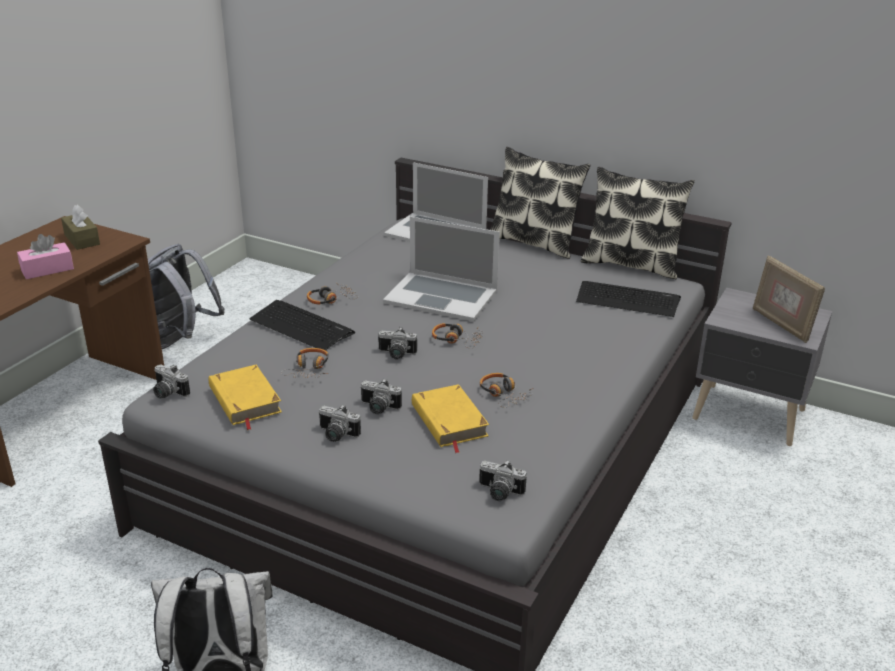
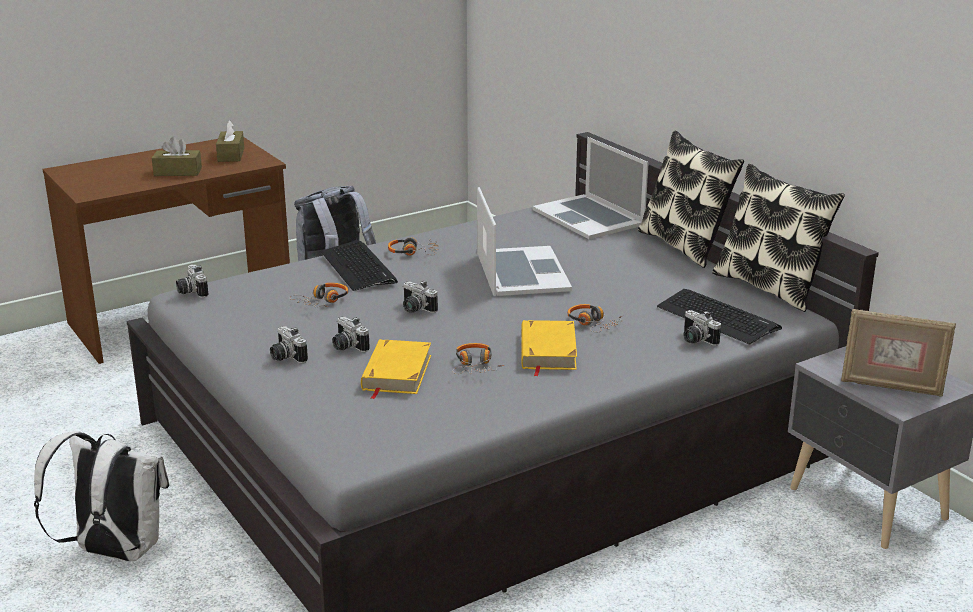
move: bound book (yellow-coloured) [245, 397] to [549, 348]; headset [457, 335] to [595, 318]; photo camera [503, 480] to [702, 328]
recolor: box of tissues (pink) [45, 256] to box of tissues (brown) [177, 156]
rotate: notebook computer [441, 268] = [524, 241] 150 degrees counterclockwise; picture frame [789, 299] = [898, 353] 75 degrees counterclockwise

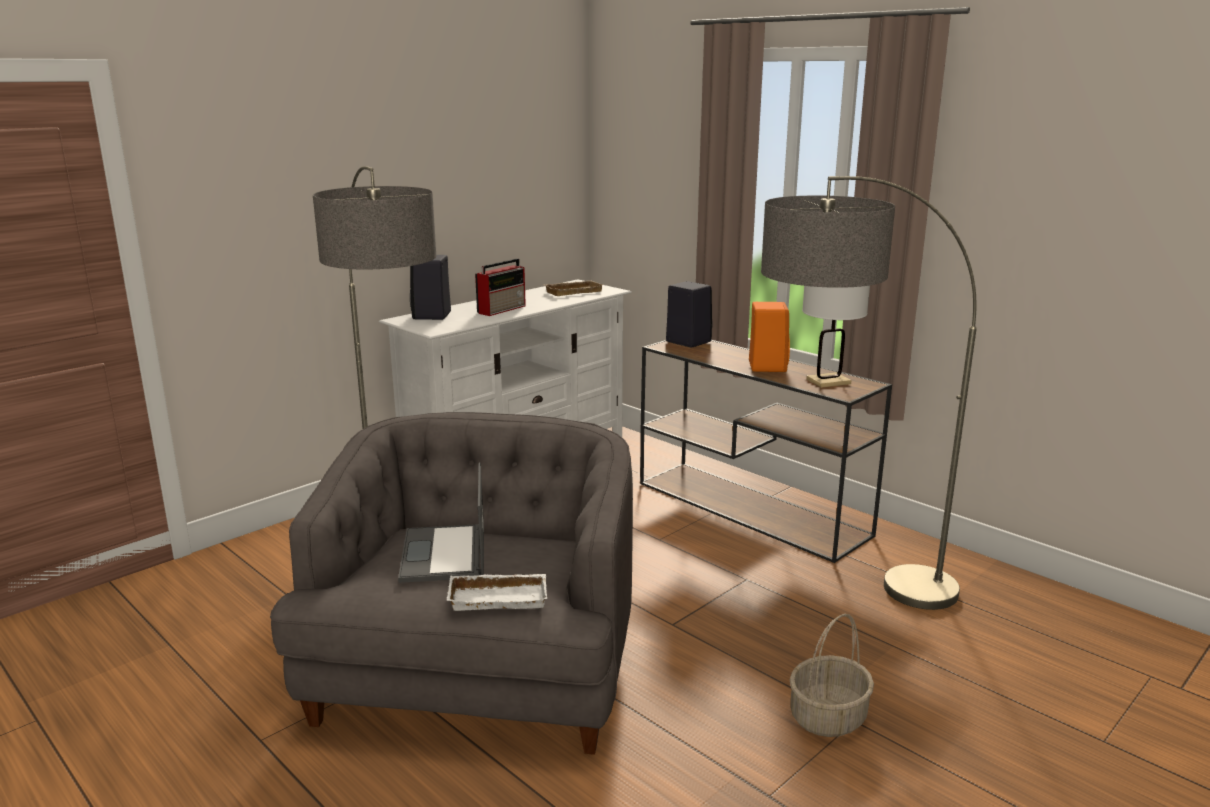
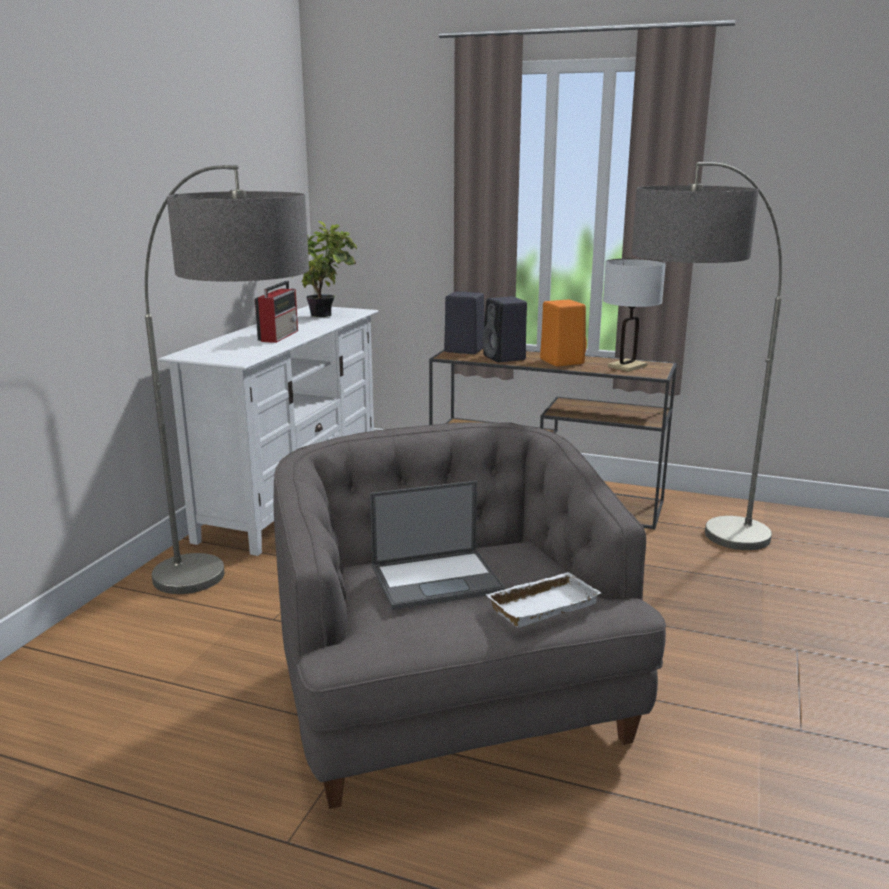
delete: storage basket [832, 675]
move: audio speaker (black) [430, 287] to [505, 329]
replace: carrying tray (sand-coloured) [573, 288] to potted plant [324, 269]
rotate: notebook computer [441, 523] = [437, 545] 75 degrees counterclockwise

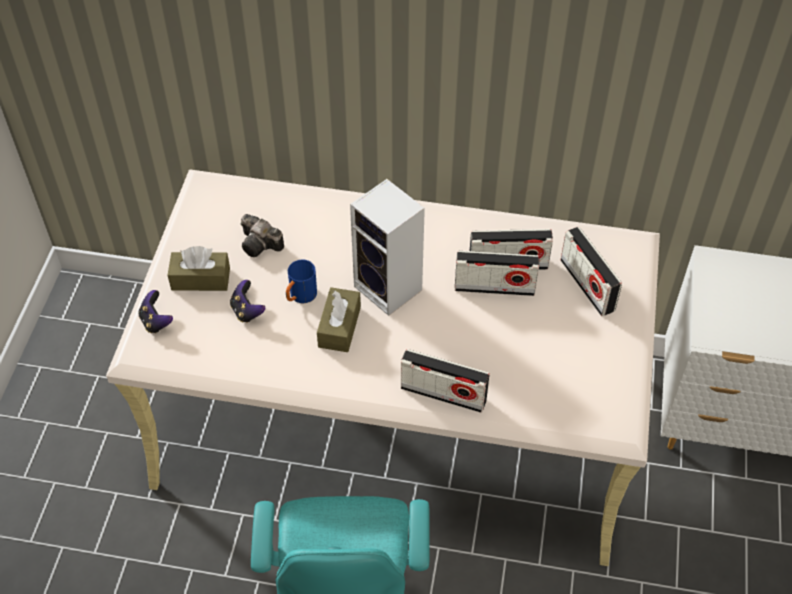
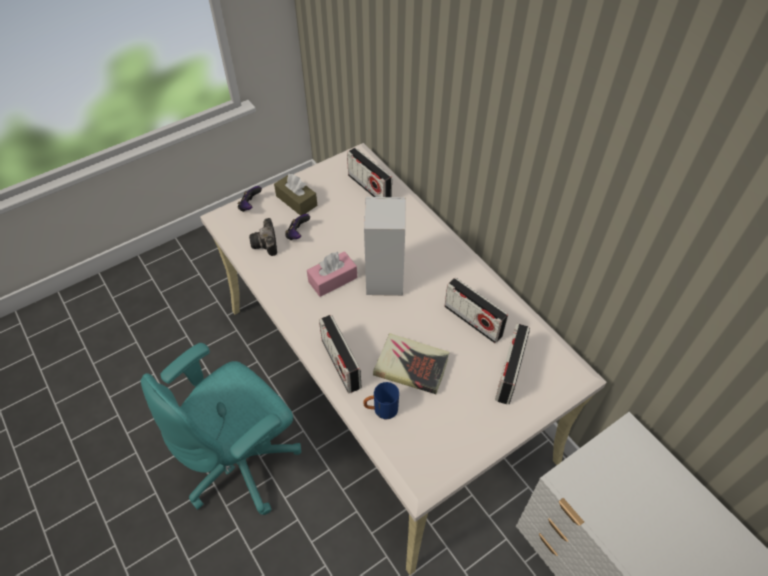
insert: bound book [411, 363]
move: photo camera [262, 235] to [263, 237]; mug (bluish) [301, 281] to [381, 400]; radio [497, 273] to [369, 172]
recolor: box of tissues (brown) [339, 319] to box of tissues (pink) [332, 274]

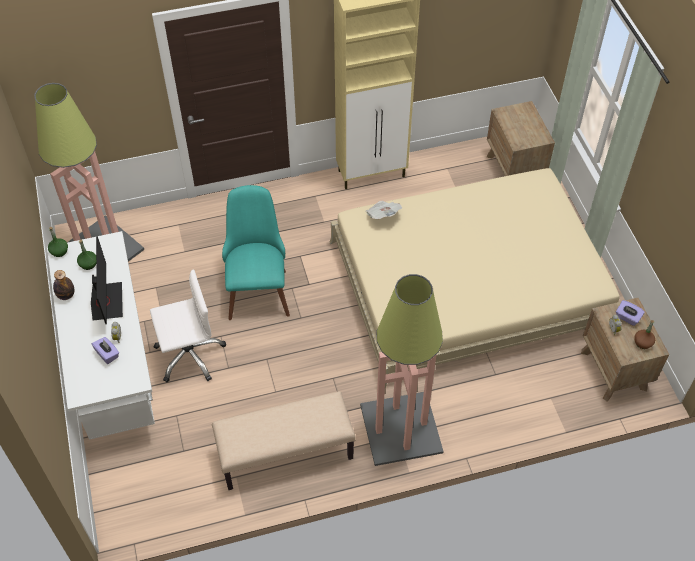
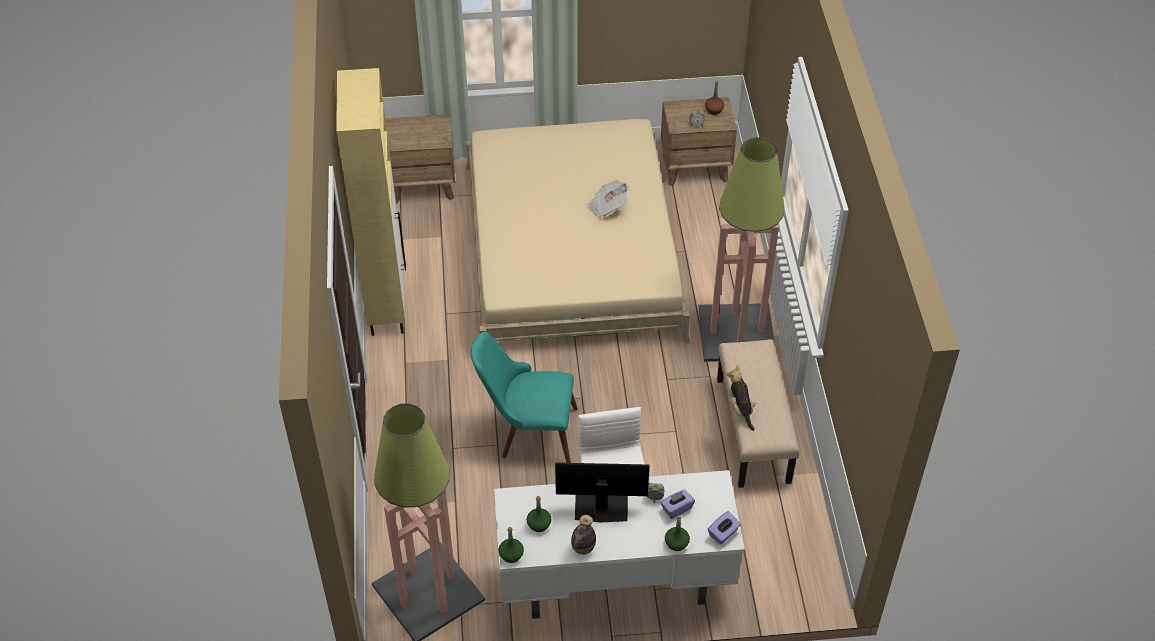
insert: drink bottle (green) [677, 533]; plush toy [741, 398]
move: newspaper [384, 210] to [607, 199]; box of tissues (purple-coloured) [630, 313] to [724, 528]

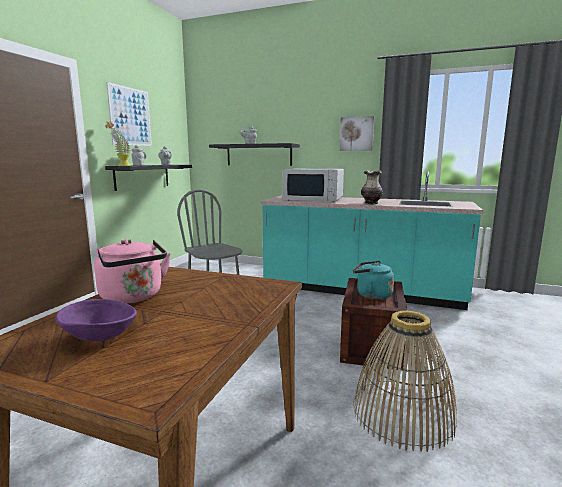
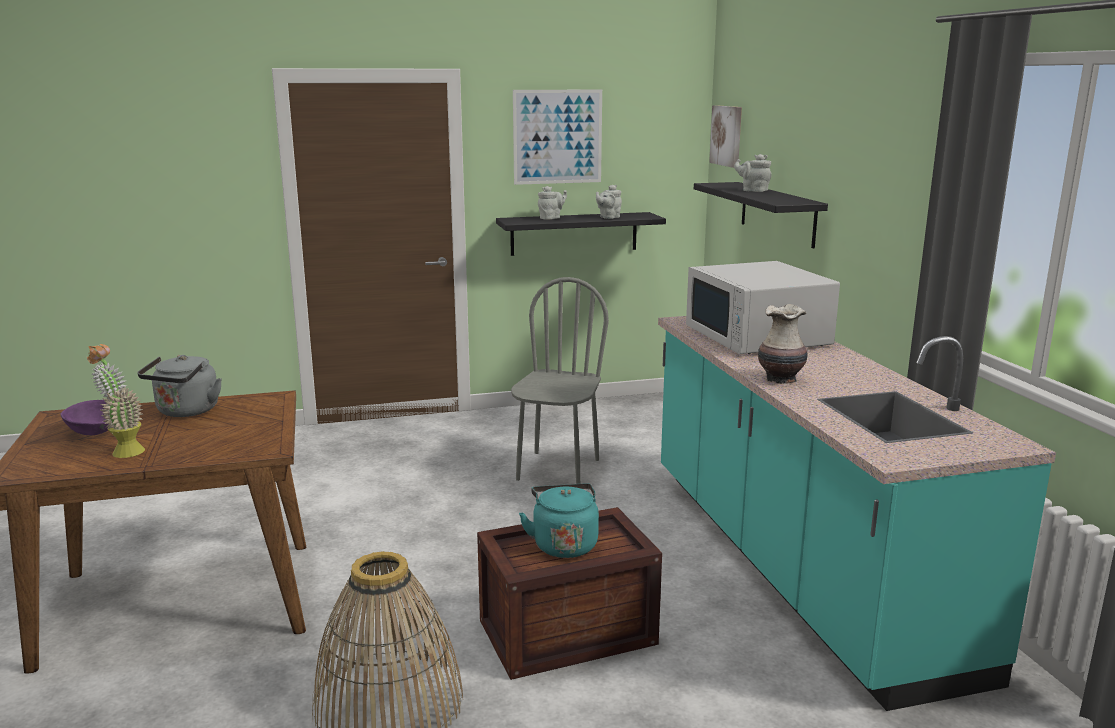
move: potted plant [118, 143] to [116, 401]; wall art [357, 133] to [725, 136]
recolor: kettle (pink) [132, 271] to kettle (gray) [179, 386]

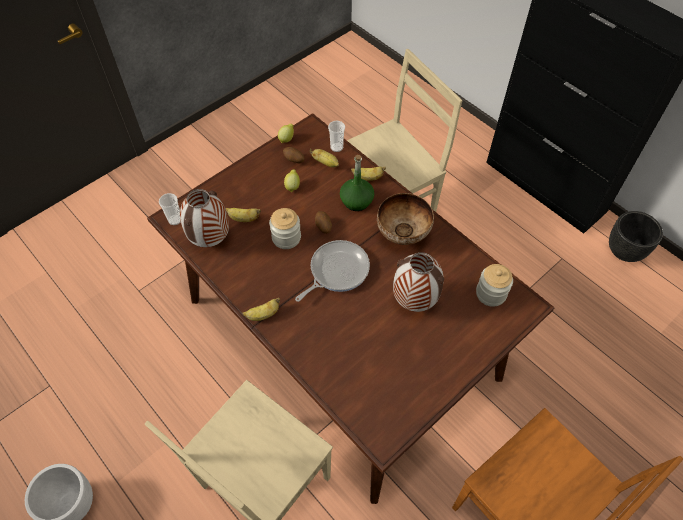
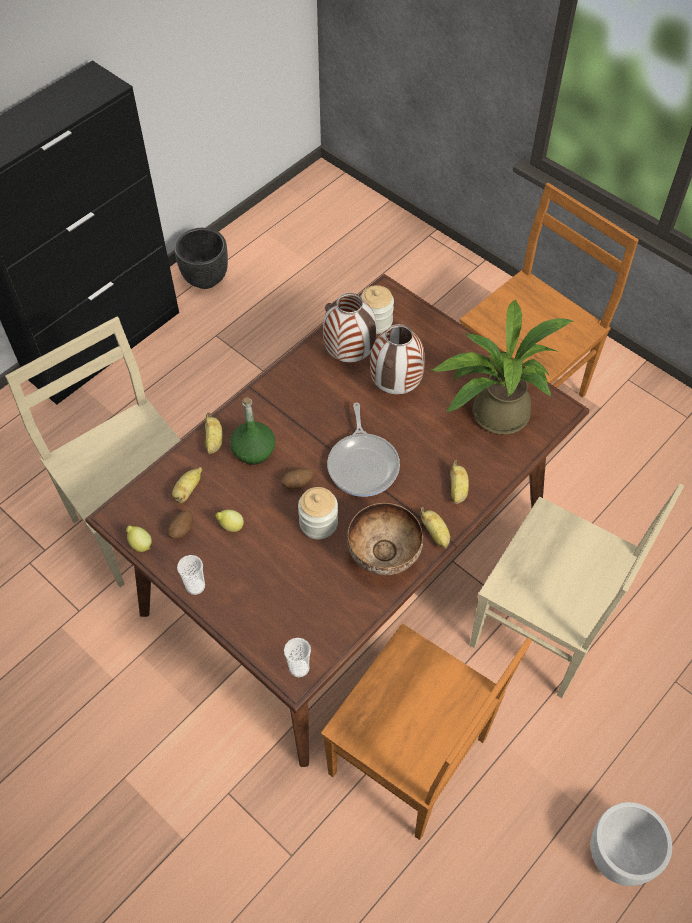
insert: chair (brown) [426, 732]; potted plant [502, 367]
move: decorative vase [204, 218] to [349, 328]; banana fruit [243, 215] to [459, 482]; drinking cup [336, 136] to [191, 575]; serving bowl [405, 219] to [385, 539]
rotate: skillet [332, 271] = [363, 449] 135 degrees counterclockwise

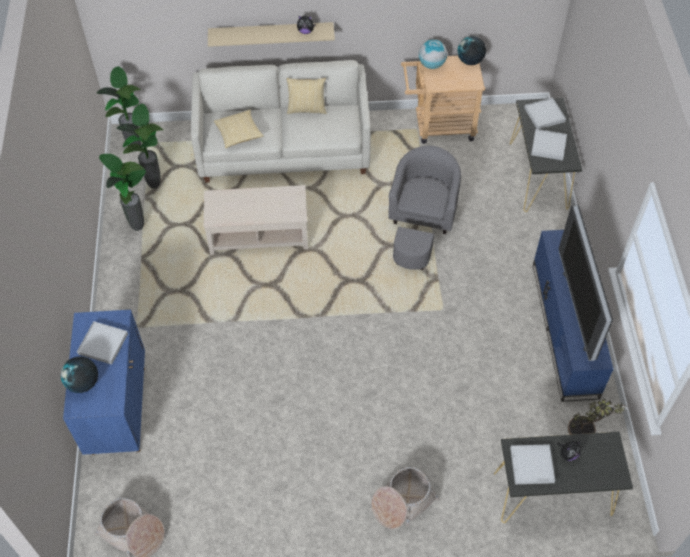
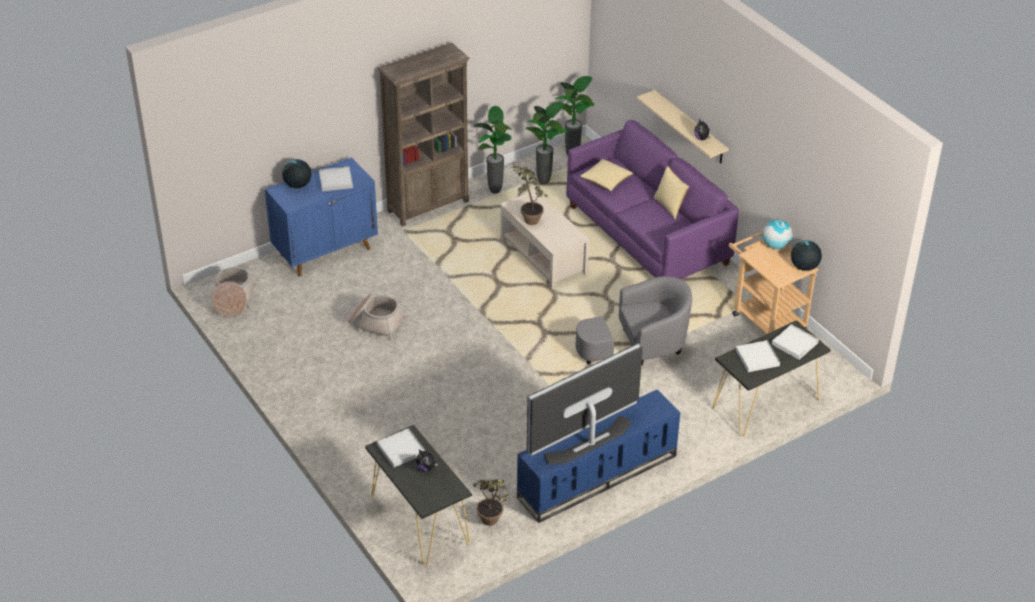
insert: bookshelf (brown) [423, 135]; potted plant [530, 194]
move: storage basket [405, 498] to [377, 317]
recolor: settee (white) [281, 121] to settee (purple-coloured) [652, 199]

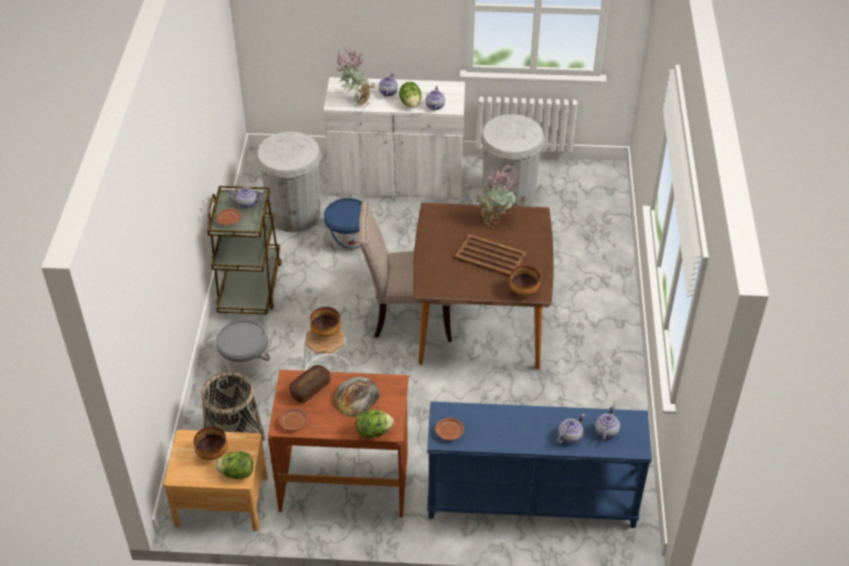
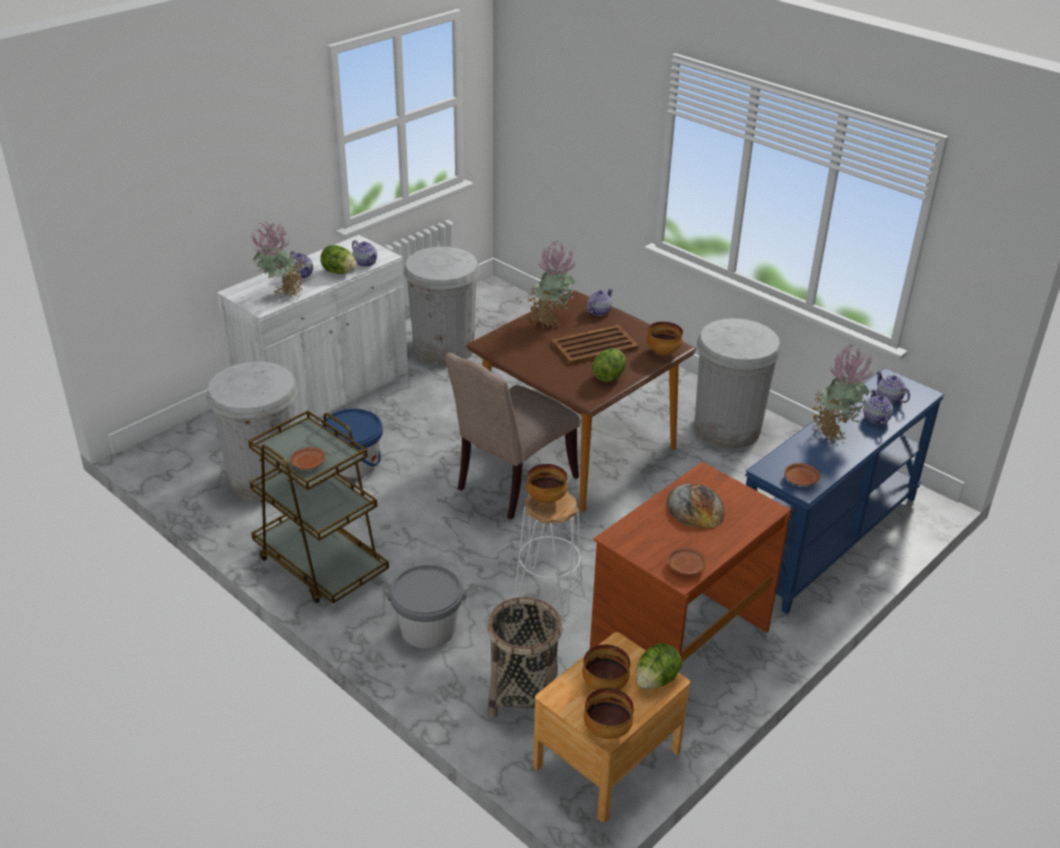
delete: baked bread [310, 384]
insert: serving bowl [609, 713]; waste bin (white) [738, 383]; potted plant [842, 392]
move: pot for tea [246, 197] to [600, 302]; lettuce [375, 424] to [608, 365]

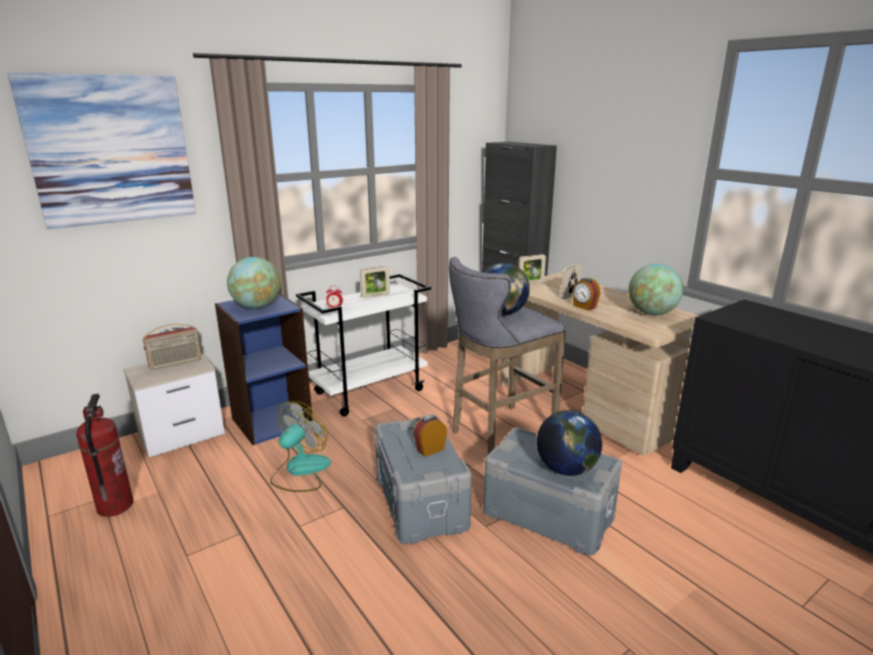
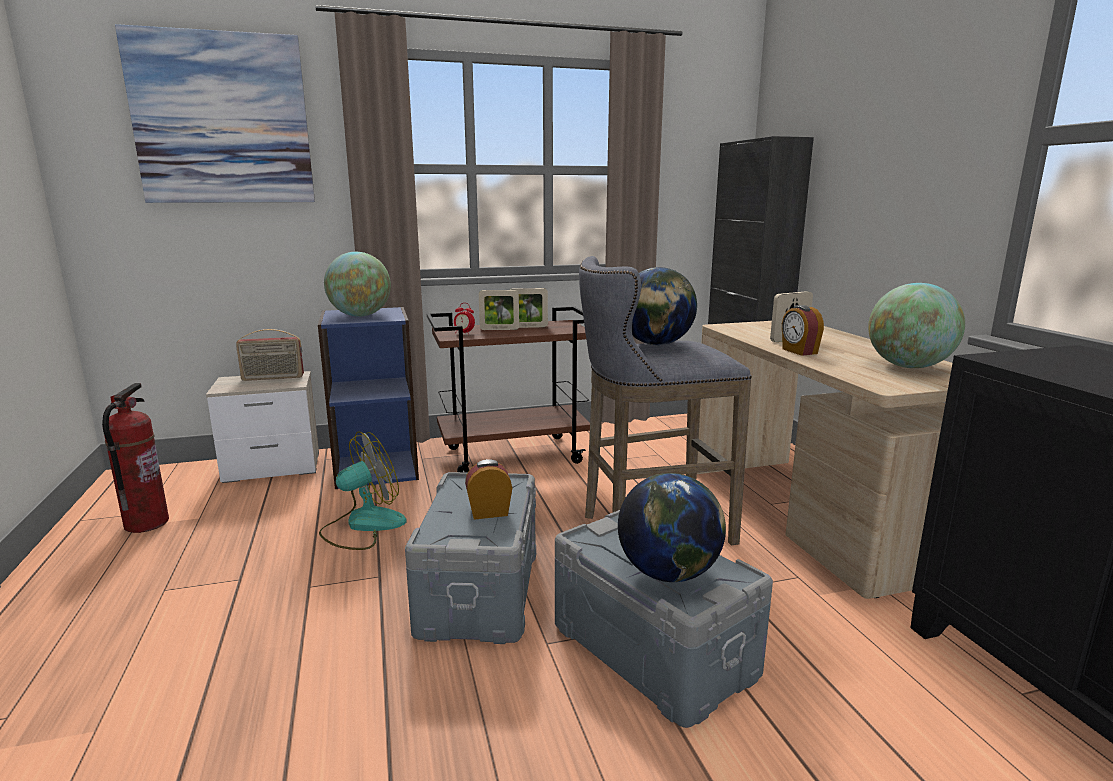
move: picture frame [532, 269] to [499, 310]
recolor: wheeled cart (white) [363, 345] to wheeled cart (brown) [508, 389]

